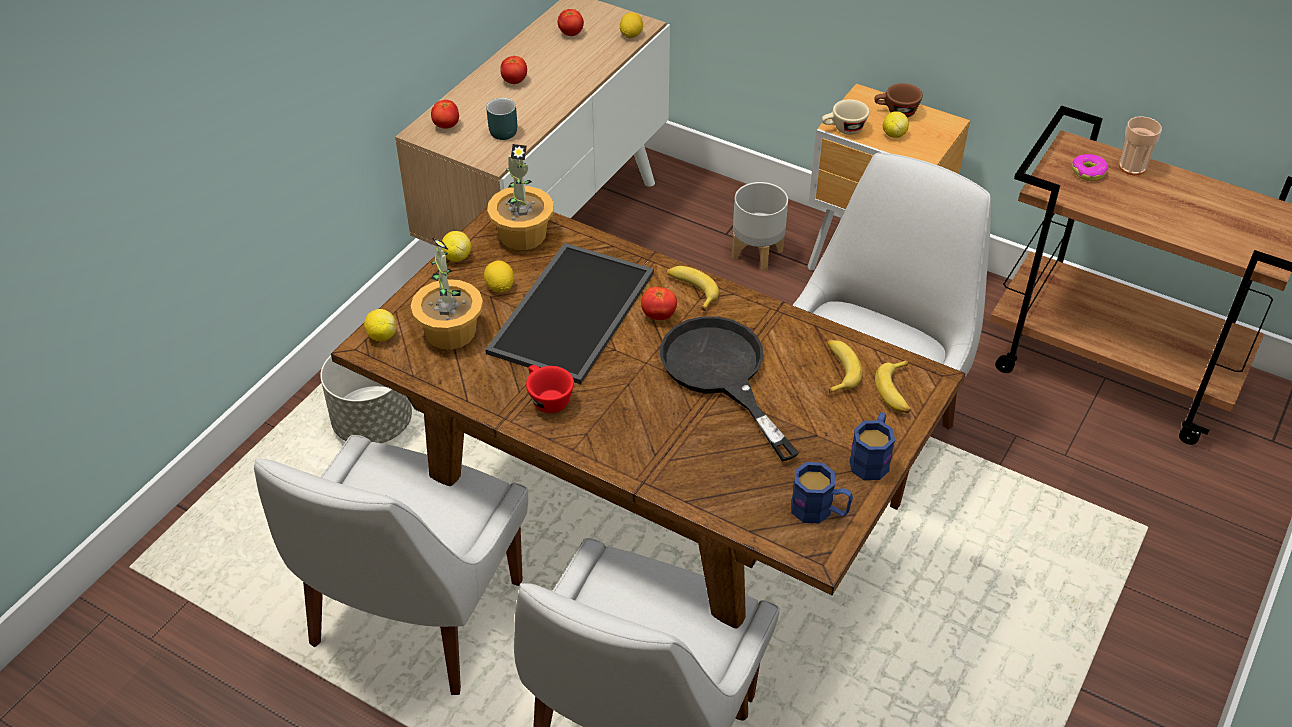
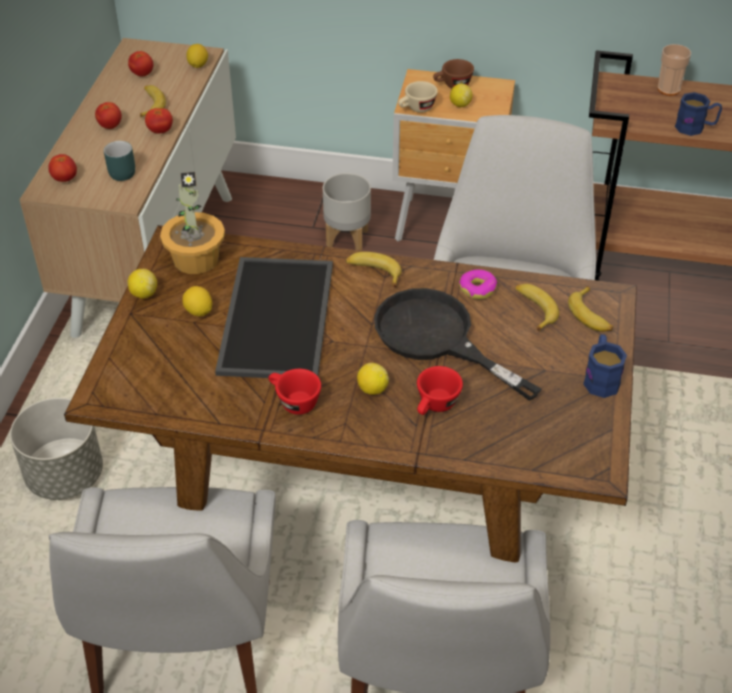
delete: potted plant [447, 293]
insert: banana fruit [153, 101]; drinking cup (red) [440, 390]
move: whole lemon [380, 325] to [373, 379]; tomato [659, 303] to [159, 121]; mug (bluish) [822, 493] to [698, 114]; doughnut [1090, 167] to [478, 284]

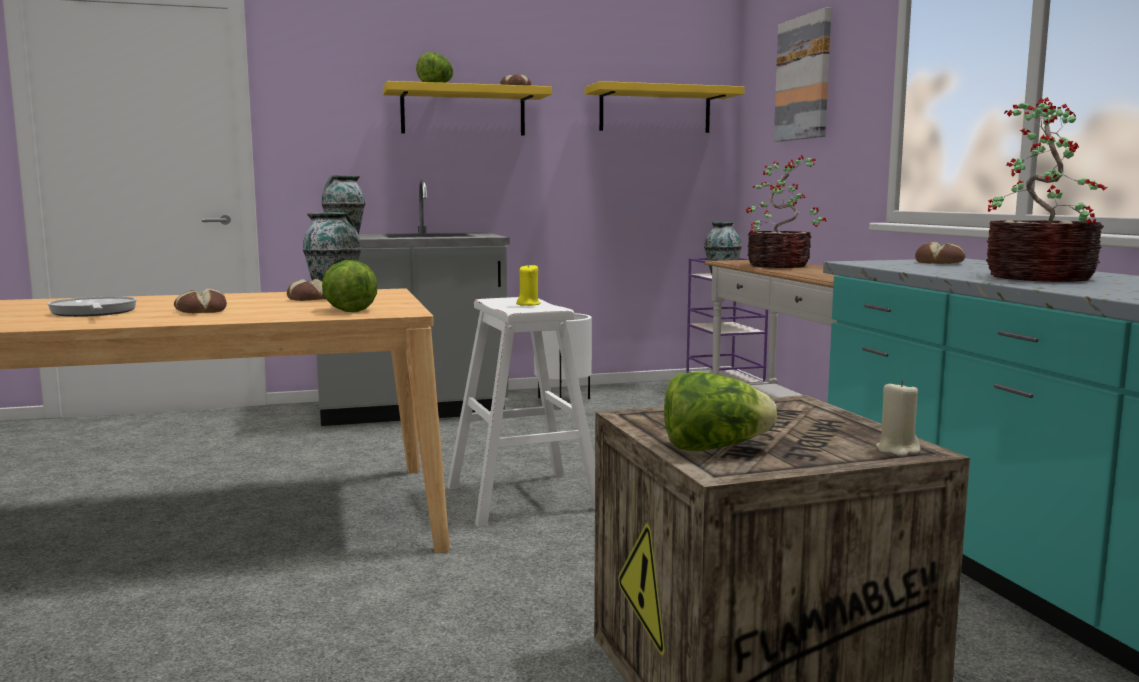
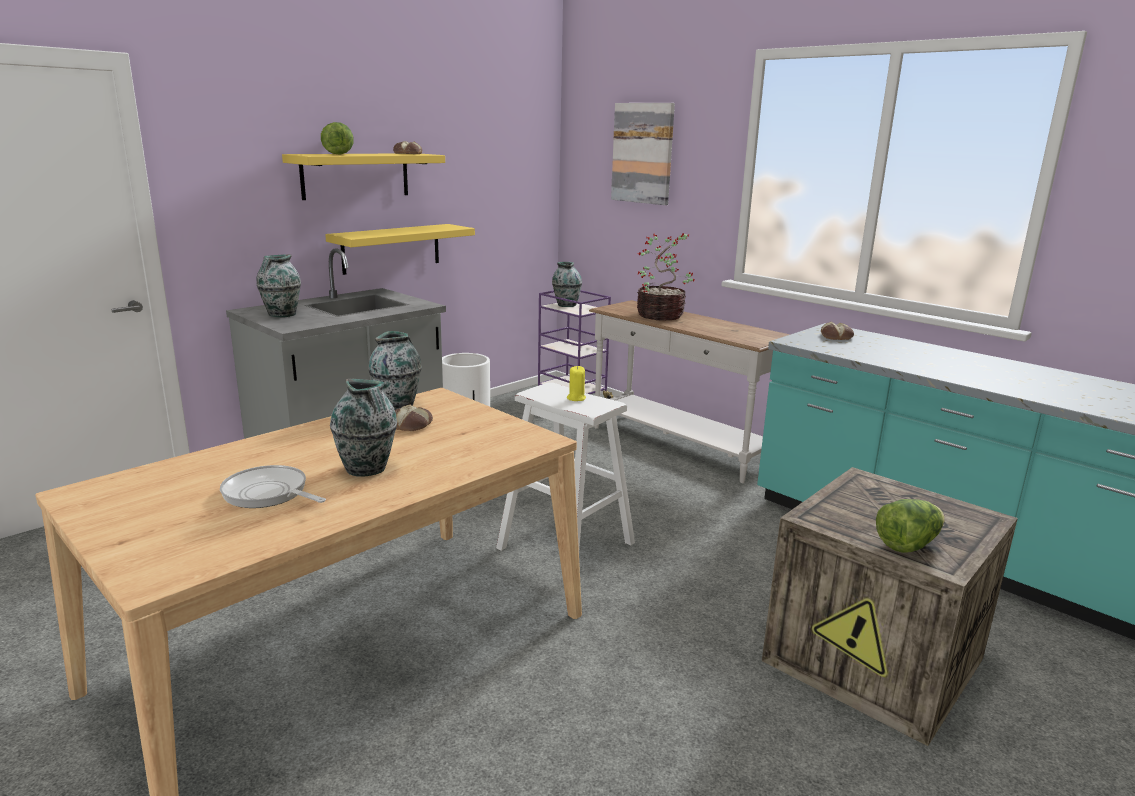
delete: lettuce [350, 286]; wax candle (sand-coloured) [898, 418]; potted plant [1047, 189]
move: wall shelf (yellow-coloured) [665, 107] to [400, 249]
replace: baked bread [200, 300] to decorative vase [363, 428]

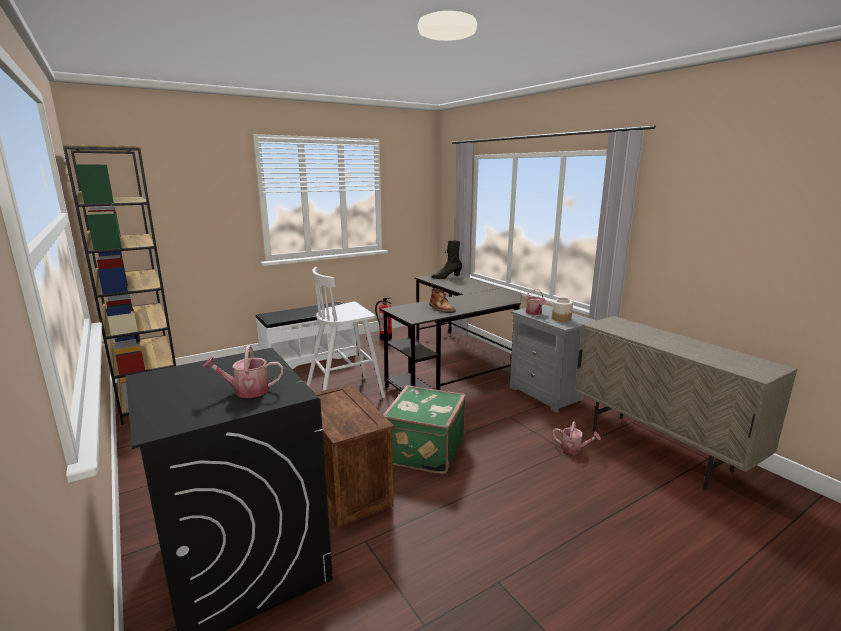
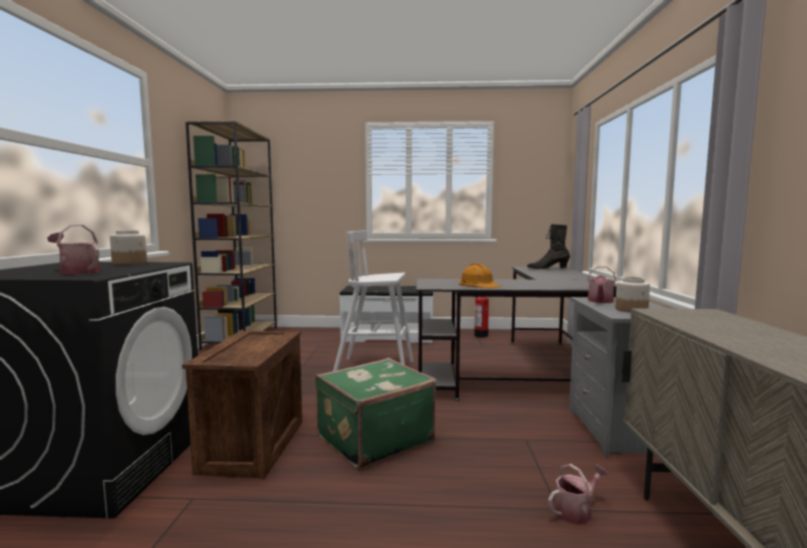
insert: storage jar [128, 247]
replace: boot (brown) [442, 300] to safety helmet (orange-coloured) [480, 275]
rotate: watering can [577, 437] = [578, 494] 90 degrees counterclockwise

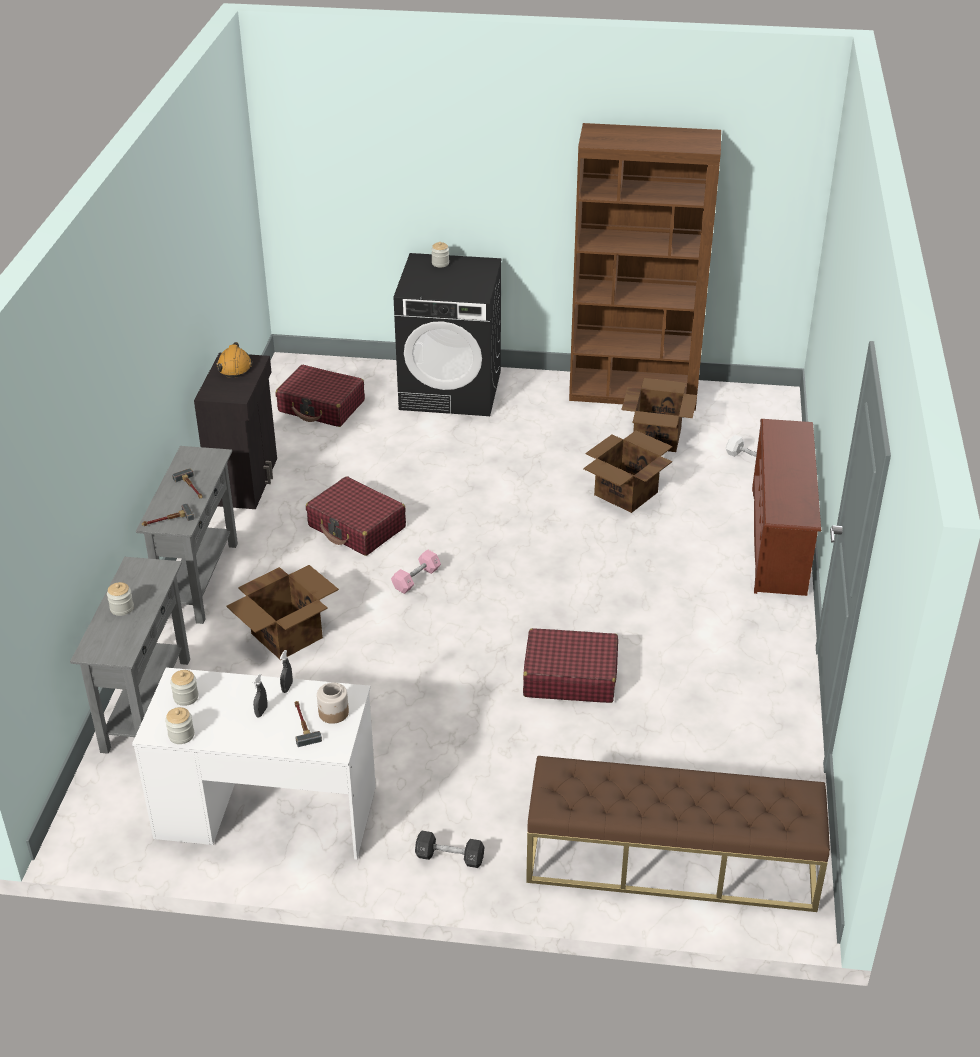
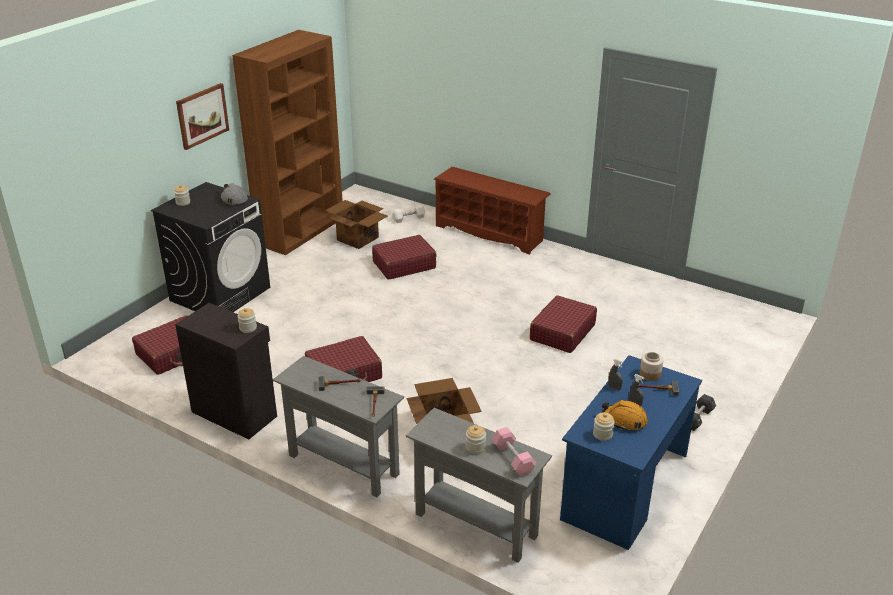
delete: indoor bench (brown) [678, 834]
insert: wall art [202, 116]; safety helmet (gray) [234, 194]
move: storage jar [179, 725] to [247, 320]; safety helmet (orange-coloured) [234, 360] to [625, 415]; dumbbell (pink) [416, 571] to [513, 451]
replace: cardboard box [628, 471] to suitcase (red) [404, 257]
recolor: desk (white) [254, 763] to desk (bluish) [631, 452]

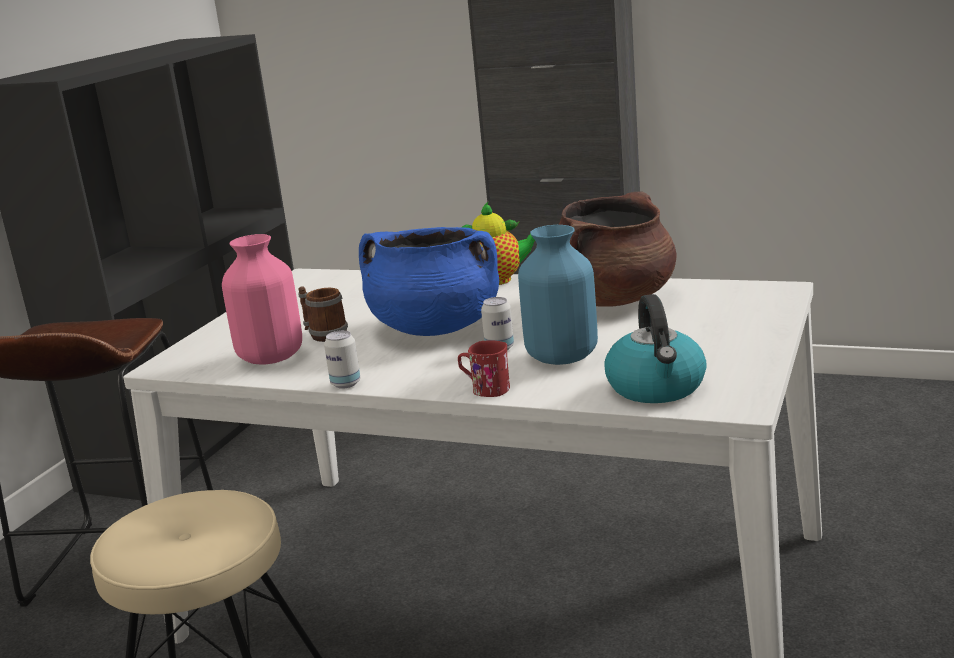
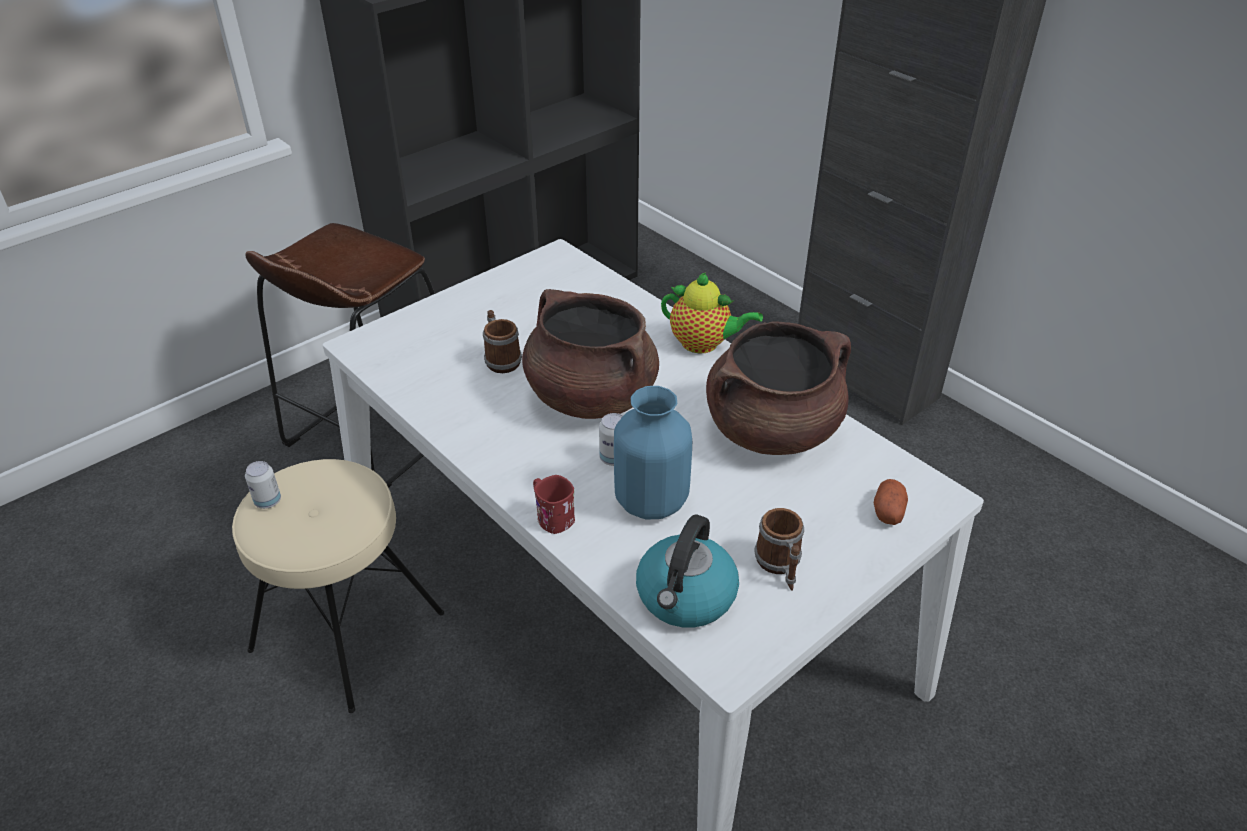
delete: decorative vase (pink) [262, 299]
insert: mug [779, 549]; spud [891, 502]
move: sealed can [342, 359] to [263, 485]
recolor: saucepot (bluish) [429, 281] to saucepot (brown) [590, 354]

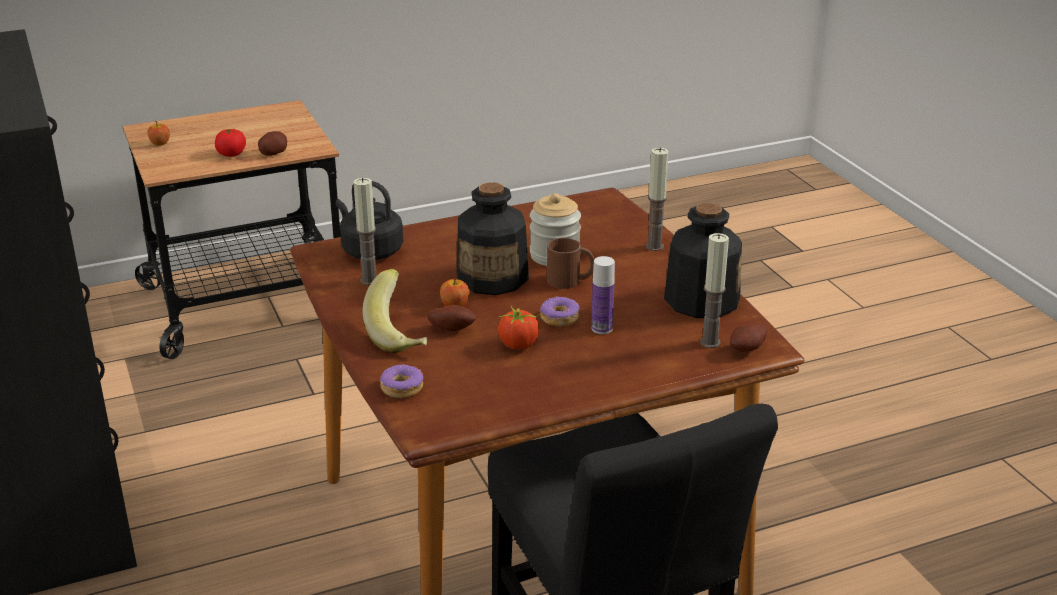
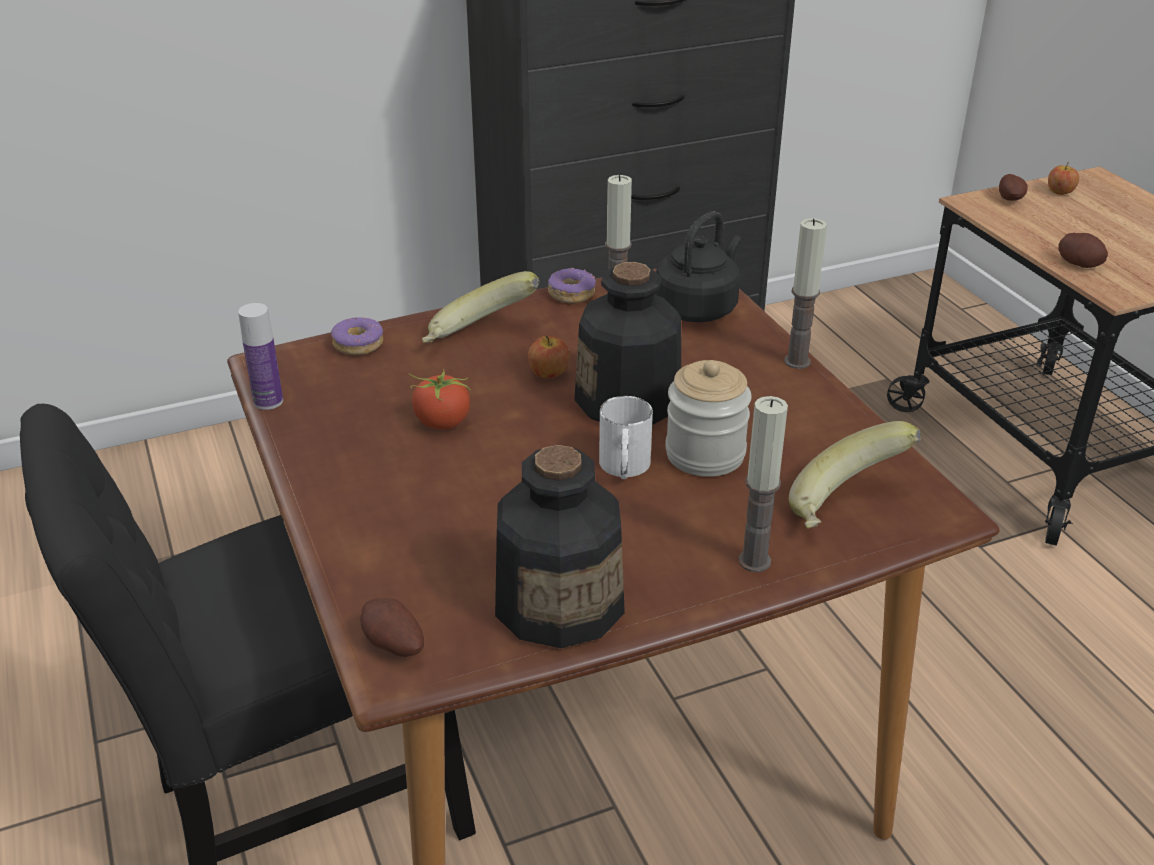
delete: tomato [230, 143]
insert: banana fruit [855, 475]
move: spud [451, 318] to [1013, 187]; doughnut [560, 311] to [572, 285]; drink bottle [603, 295] to [260, 356]; wax candle [714, 290] to [805, 293]
recolor: mug (brown) [571, 263] to mug (white) [626, 437]

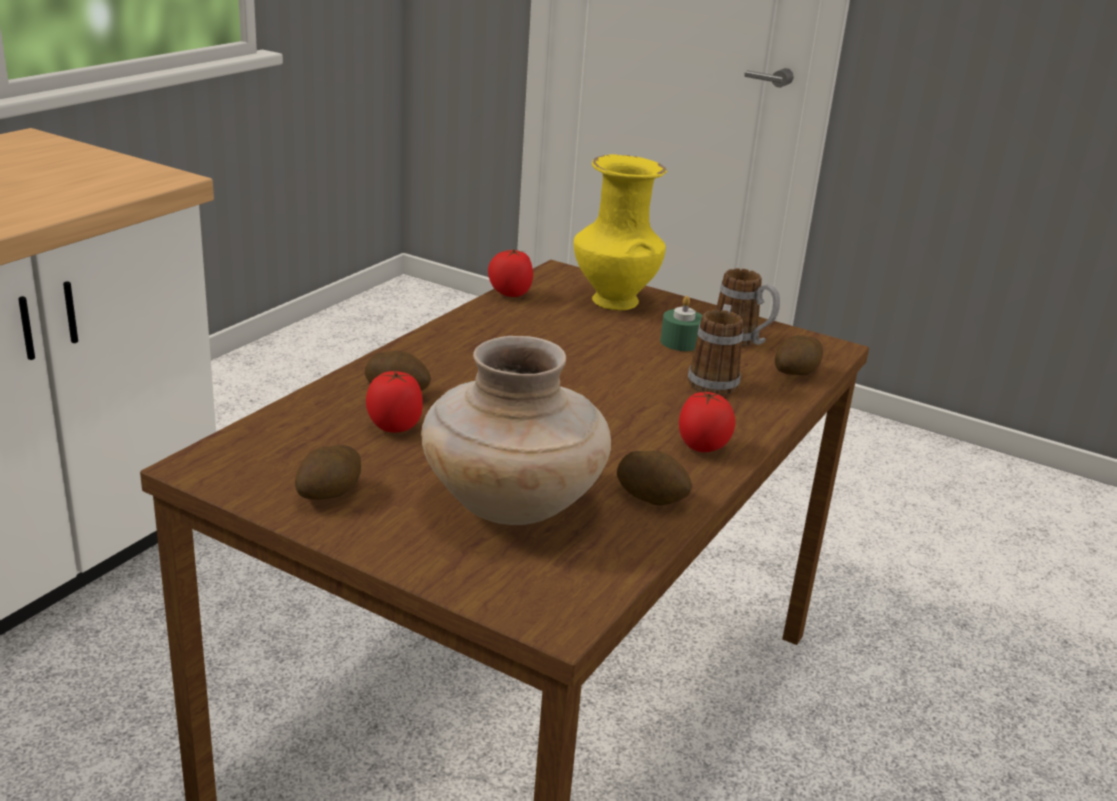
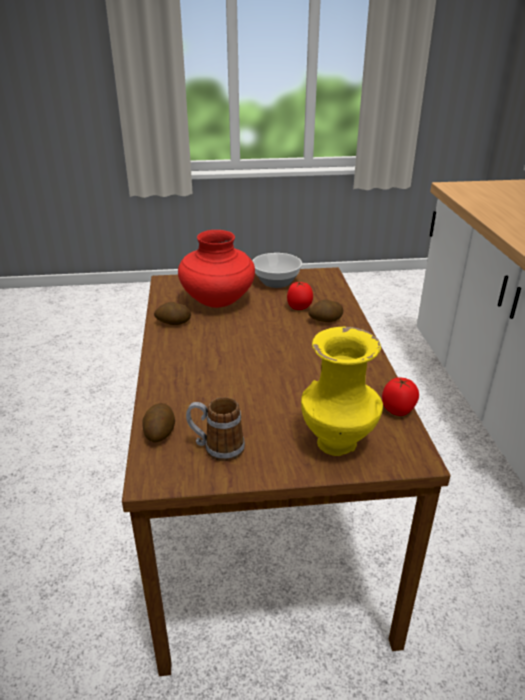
delete: wax candle (green) [681, 323]; tomato [707, 421]; mug [715, 349]
replace: spud [328, 472] to serving bowl [277, 270]
recolor: decorative vase (sand-coloured) [516, 430] to decorative vase (red) [216, 269]

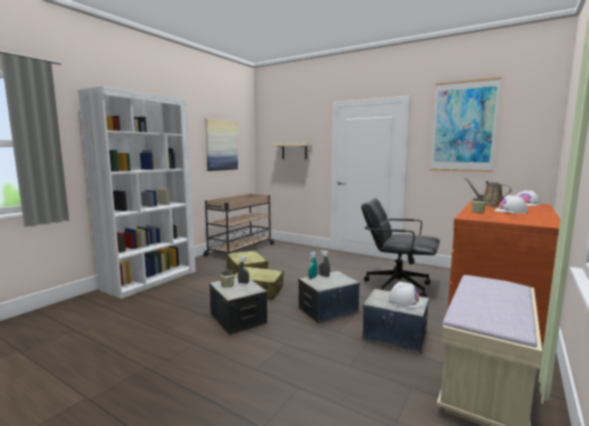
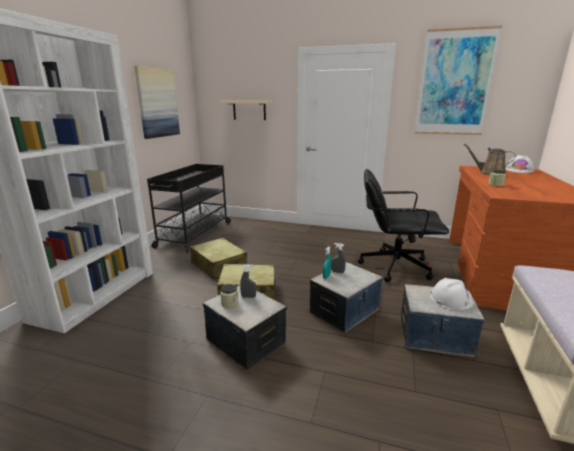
delete: safety helmet (white) [511, 204]
recolor: wheeled cart (sand-coloured) [238, 225] to wheeled cart (black) [189, 208]

